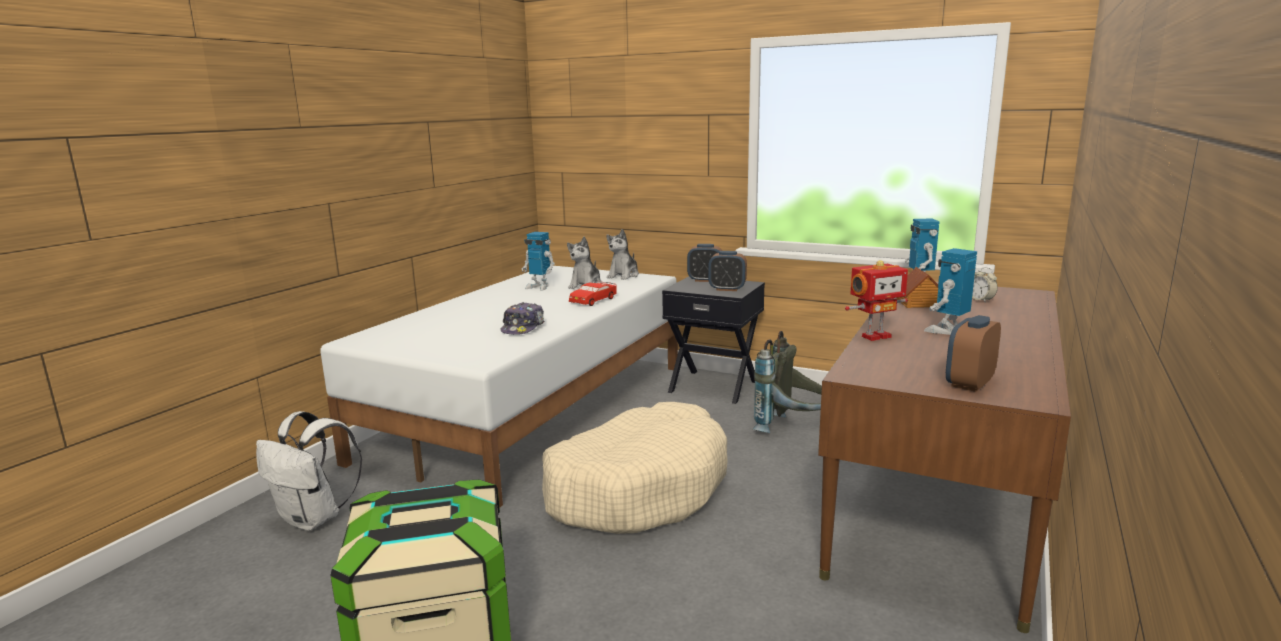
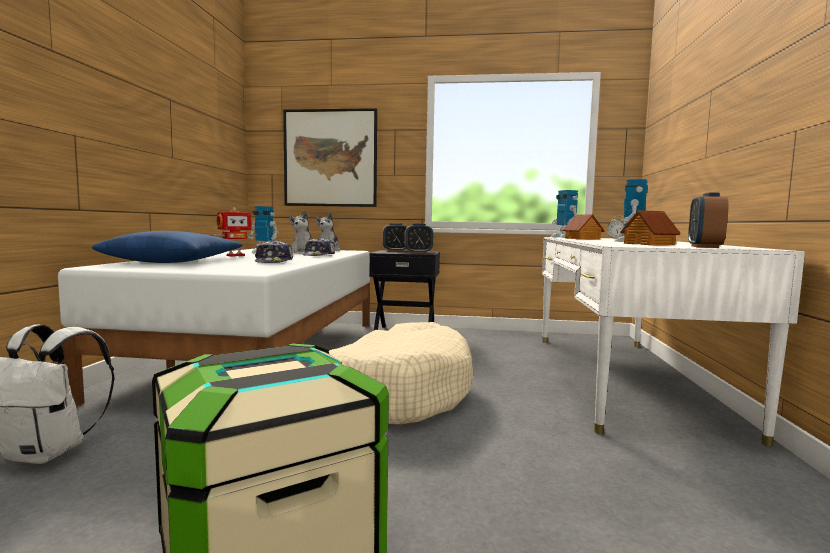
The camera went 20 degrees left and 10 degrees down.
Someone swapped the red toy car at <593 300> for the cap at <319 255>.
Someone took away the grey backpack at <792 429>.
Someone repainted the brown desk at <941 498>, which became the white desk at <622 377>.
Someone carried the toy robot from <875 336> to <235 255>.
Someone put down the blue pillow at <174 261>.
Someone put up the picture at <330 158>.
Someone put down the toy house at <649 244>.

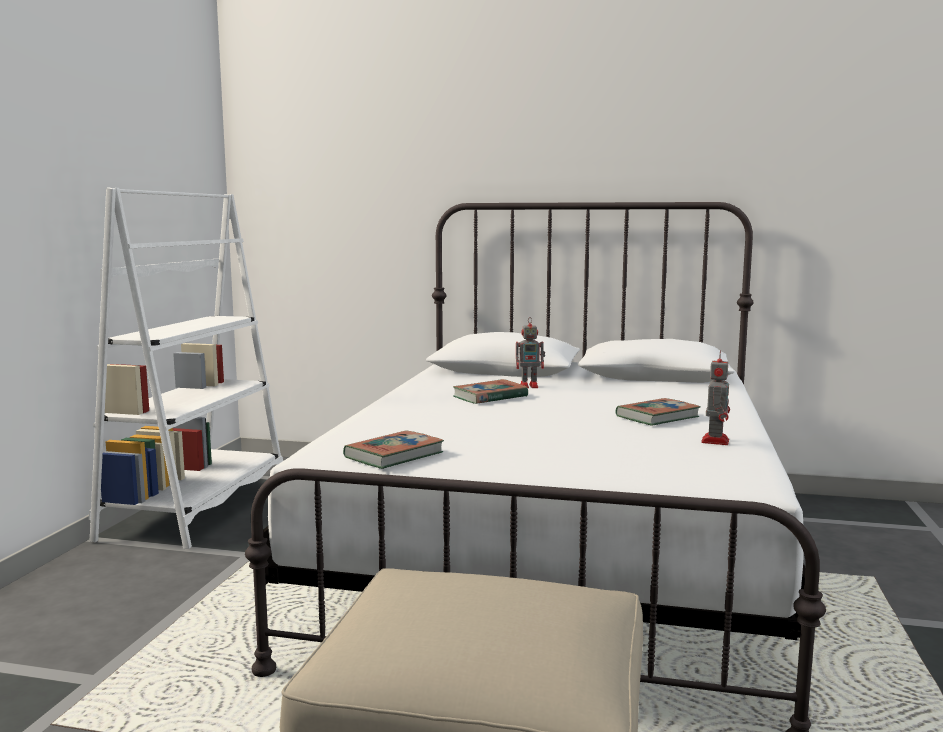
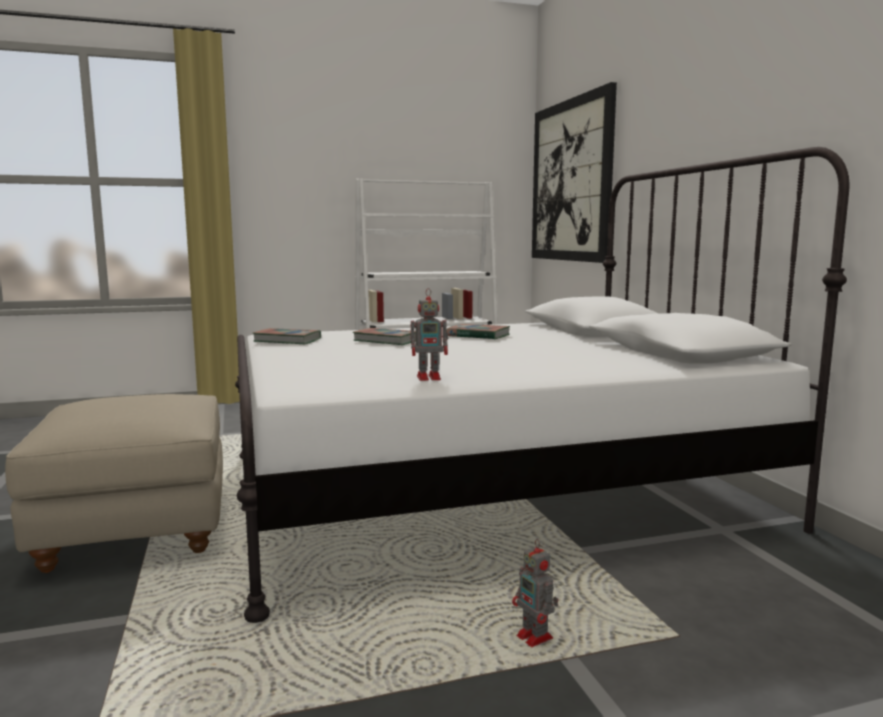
The camera went 60 degrees right and 0 degrees up.
Someone carried the toy robot from <530 386> to <535 638>.
Someone carried the book from <657 417> to <387 341>.
Someone put up the picture at <571 181>.

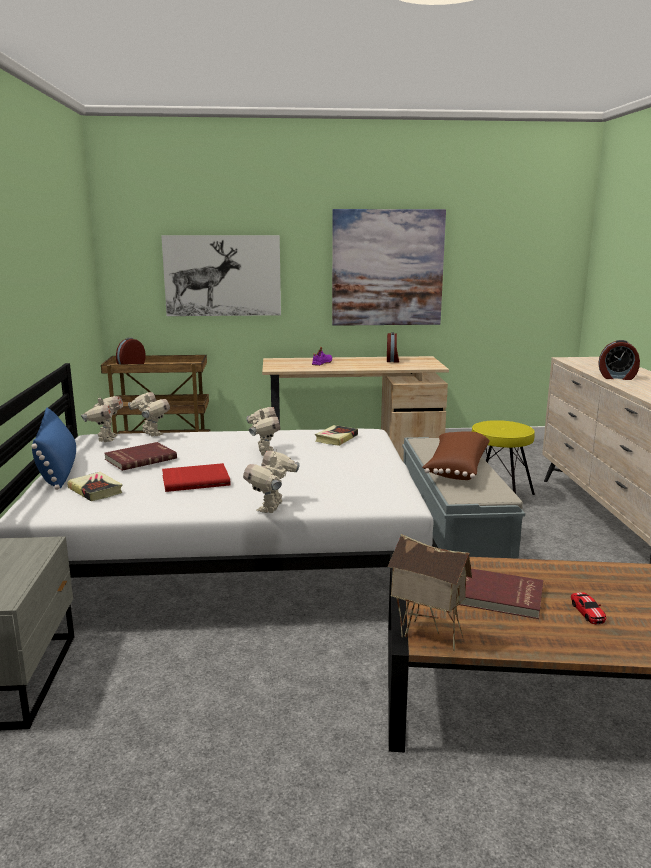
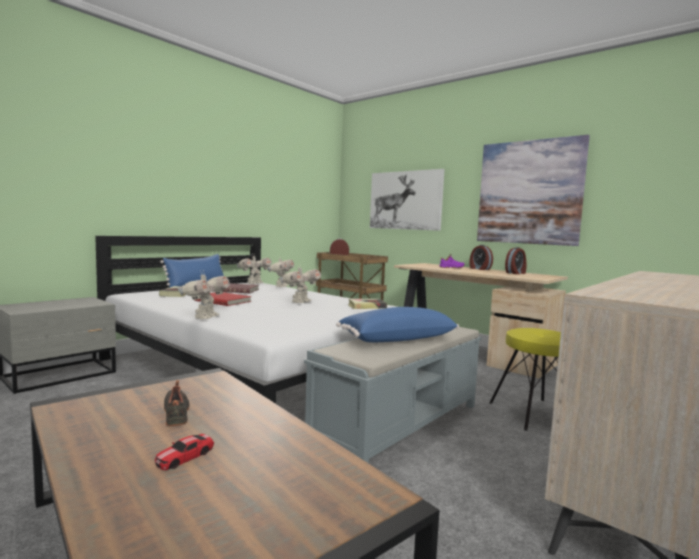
The camera went 45 degrees right and 10 degrees down.
Someone rotated the toy robot at <272 508> by 135 degrees clockwise.
Someone took away the toy house at <426 636>.
Someone repainted the brown pillow at <455 468>, which became the blue pillow at <396 339>.
Someone swapped the red book at <497 596> for the black shoe at <177 413>.
Someone carried the alarm clock from <617 377> to <479 269>.

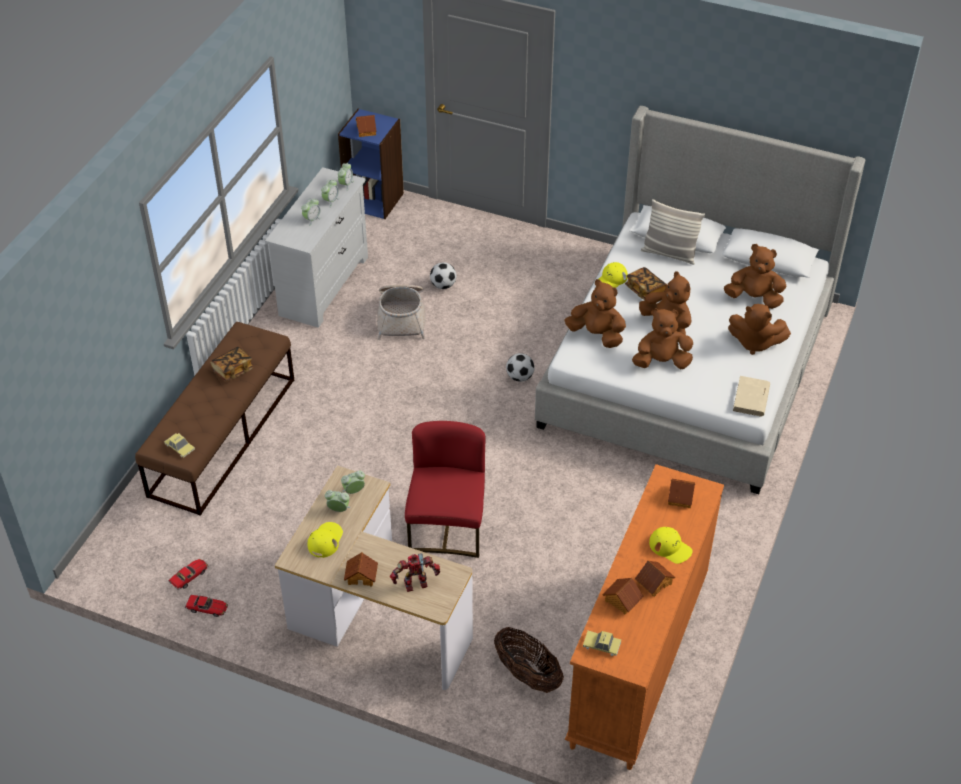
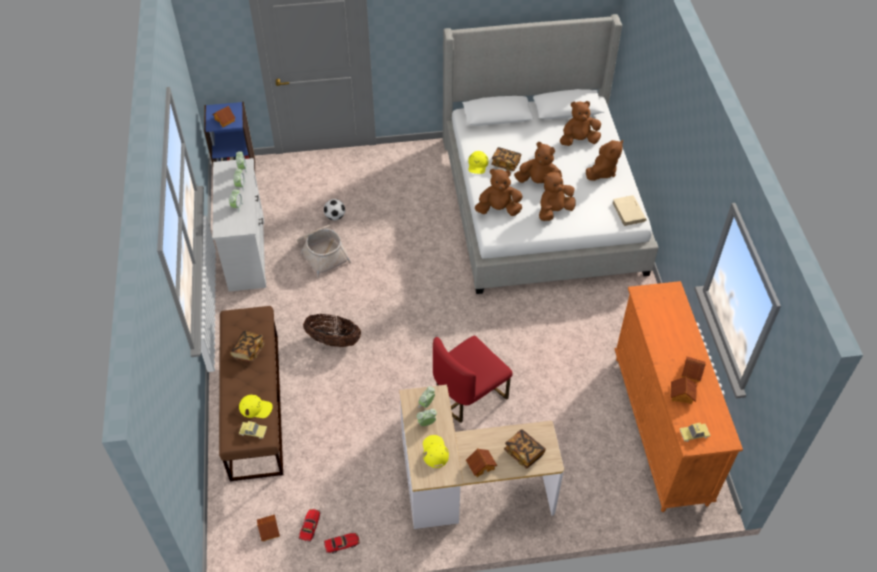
The camera went 30 degrees left and 5 degrees up.
Someone swapped the toy robot at <416 585> for the book at <524 452>.
Someone rotated the red chair at <447 527> by 105 degrees counterclockwise.
Someone carried the basket from <527 674> to <333 340>.
Someone took away the football at <519 377>.
Someone took away the pillow at <669 253>.
Someone carried the yellow cap from <670 547> to <256 408>.
Someone carried the toy house from <681 497> to <269 530>.
Someone rotated the brown plush toy at <754 343> by 45 degrees counterclockwise.

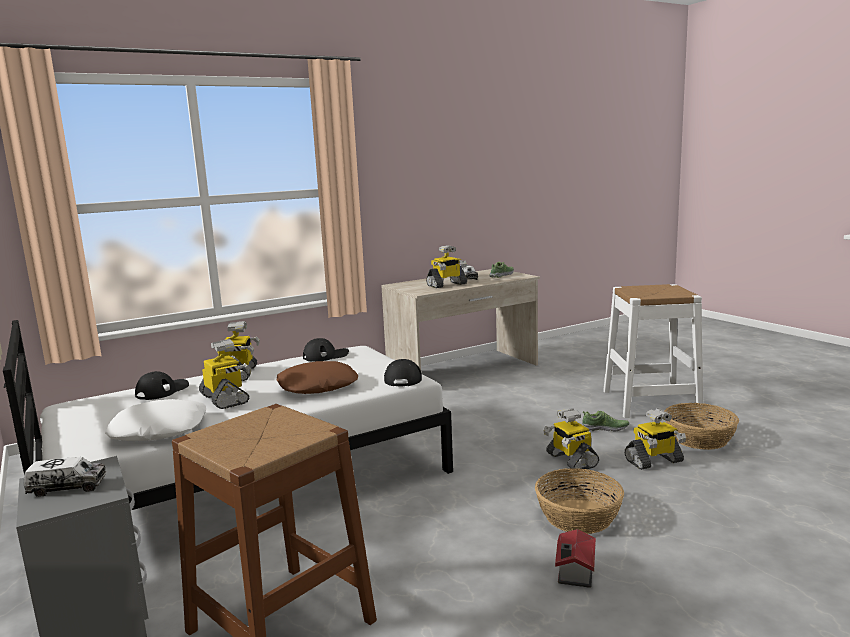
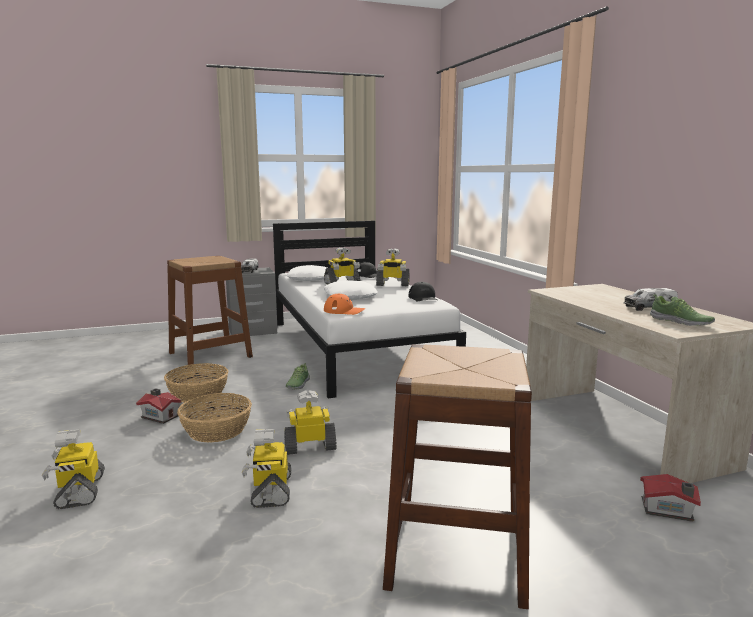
The camera went 100 degrees right and 0 degrees up.
Someone repainted the brown pillow at <317 386>, which became the white pillow at <350 296>.
Someone repainted the black cap at <403 378>, which became the orange cap at <344 310>.
Someone carried the toy robot from <447 285> to <79 491>.
Someone carried the shoe from <605 428> to <297 384>.
Someone repainted the white stool at <650 402>, which became the brown stool at <456 551>.
Someone carried the basket from <699 438> to <198 394>.
Someone put down the toy house at <668 510>.

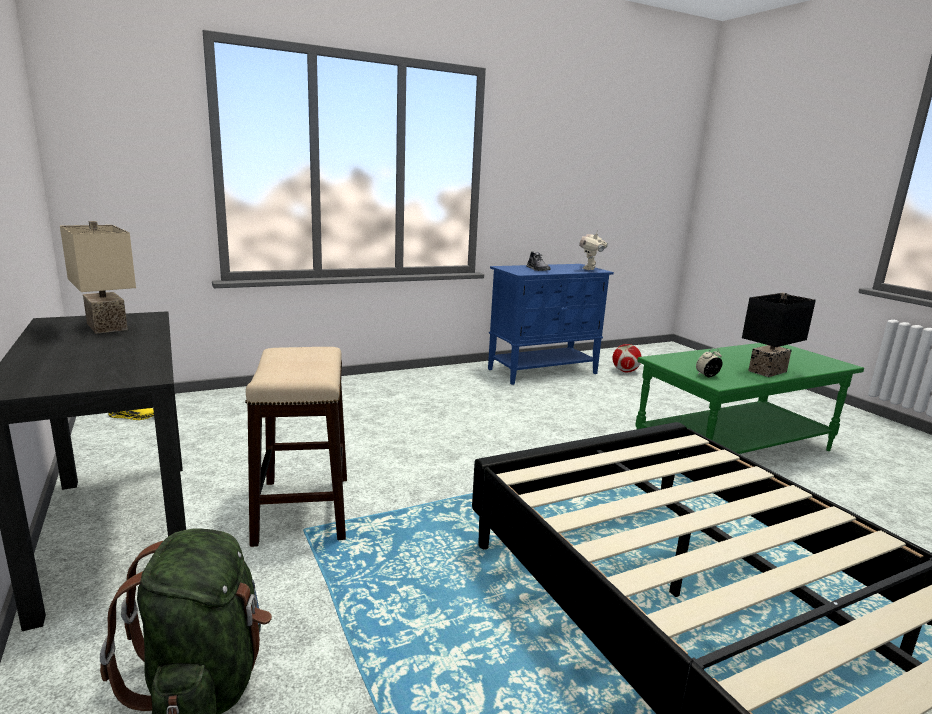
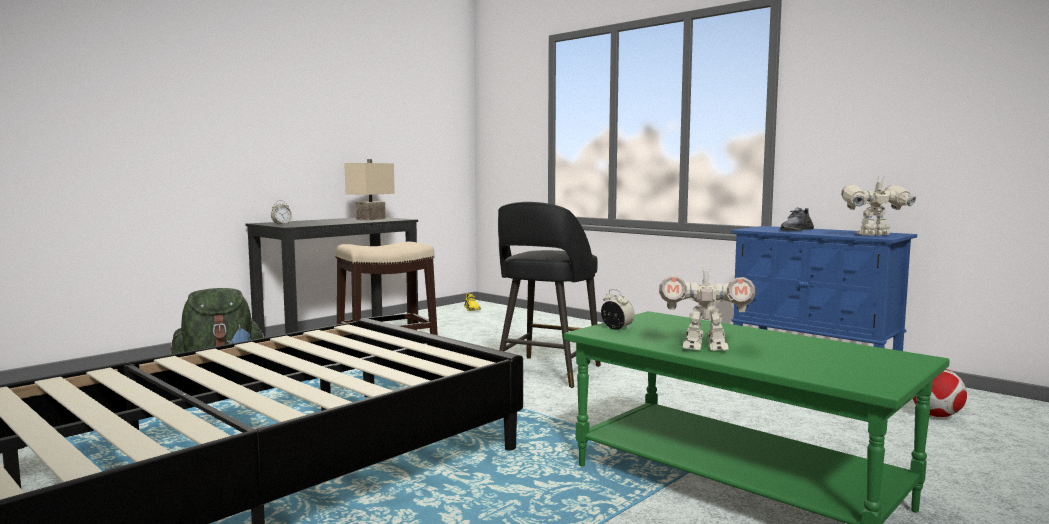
The camera went 70 degrees right and 10 degrees down.
Someone swapped the black table lamp at <766 371> for the toy robot at <704 348>.
Someone put down the alarm clock at <281 224>.
Someone put down the black stool at <547 372>.

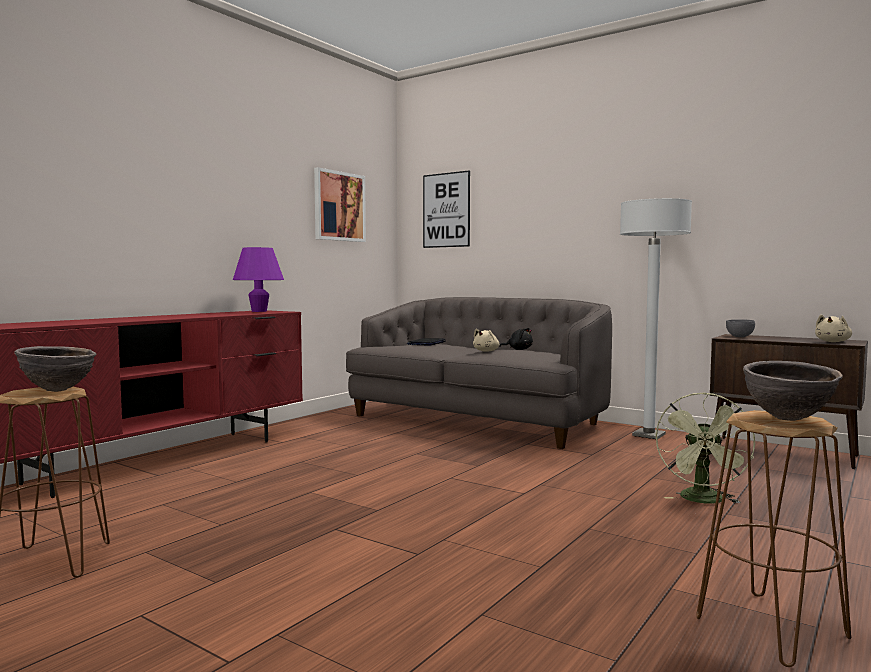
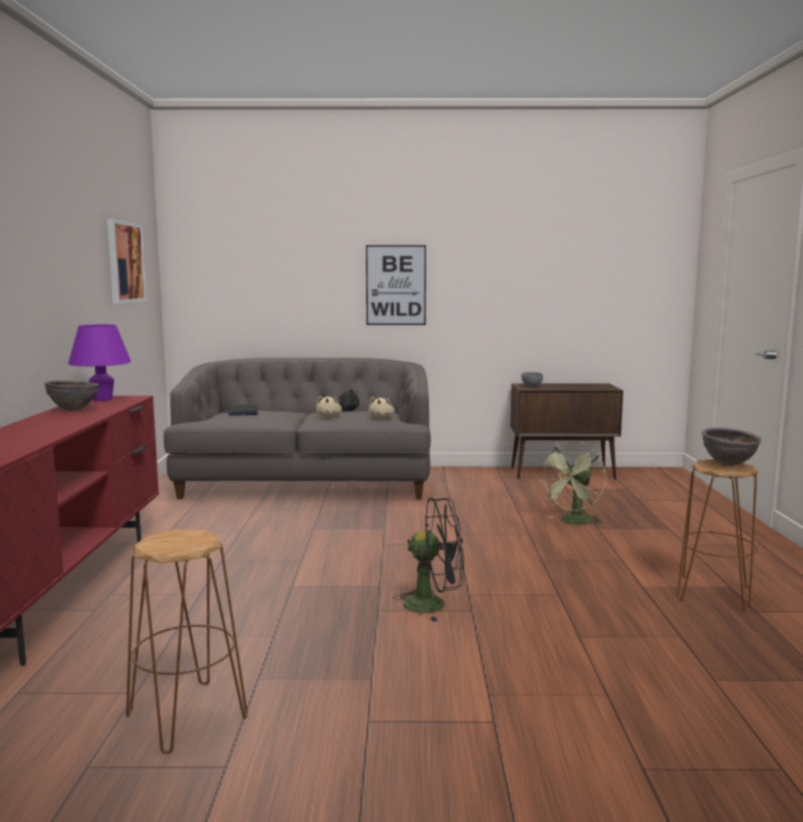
The camera went 35 degrees left and 5 degrees up.
Someone carried the brown bowl from <58 390> to <73 410>.
Someone carried the picture from <446 210> to <396 285>.
Someone took away the white floor lamp at <648 435>.
Someone rotated the green fan at <704 501> by 60 degrees clockwise.
Someone carried the beige plush toy from <833 342> to <381 418>.
Someone put down the black fan at <434 605>.

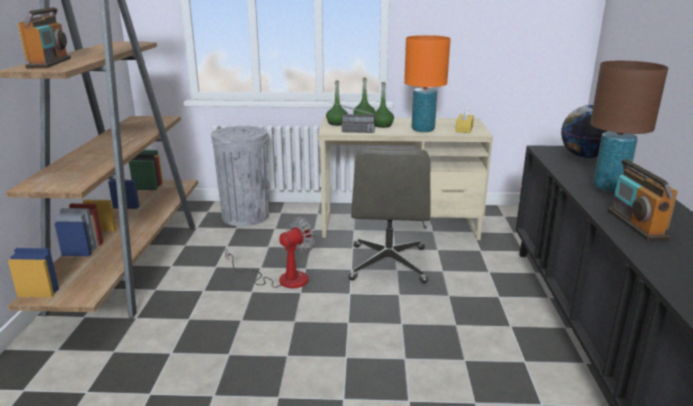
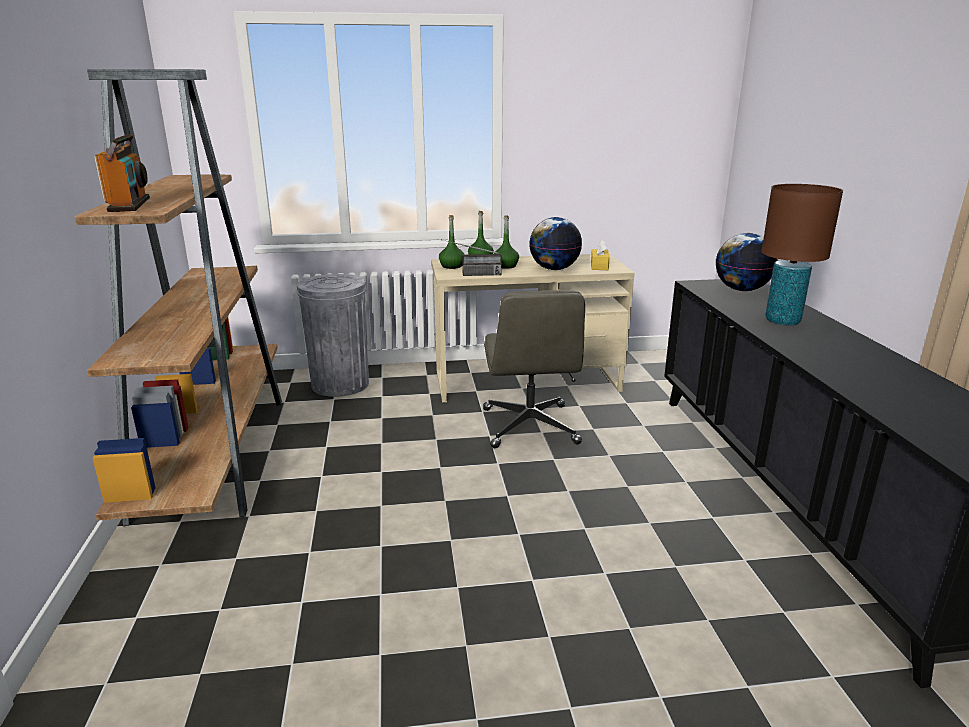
The camera went 10 degrees left and 0 degrees up.
Someone took away the fan at <282 279>.
Someone swapped the orange table lamp at <422 130> for the globe at <554 269>.
Someone took away the radio at <636 224>.

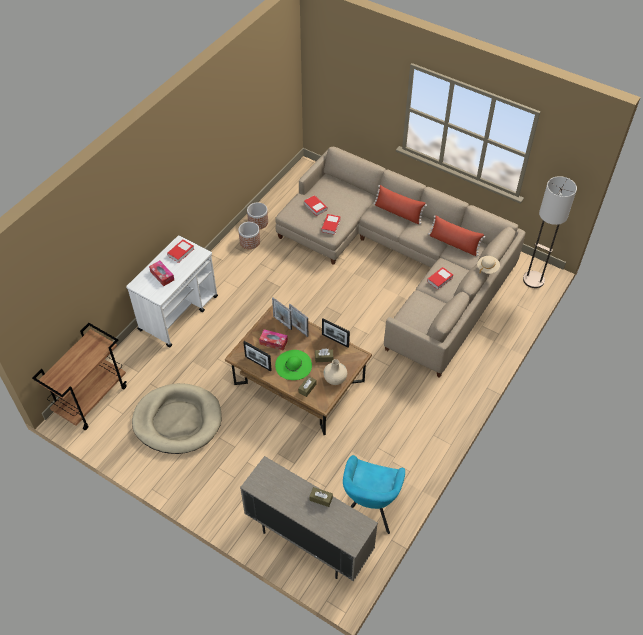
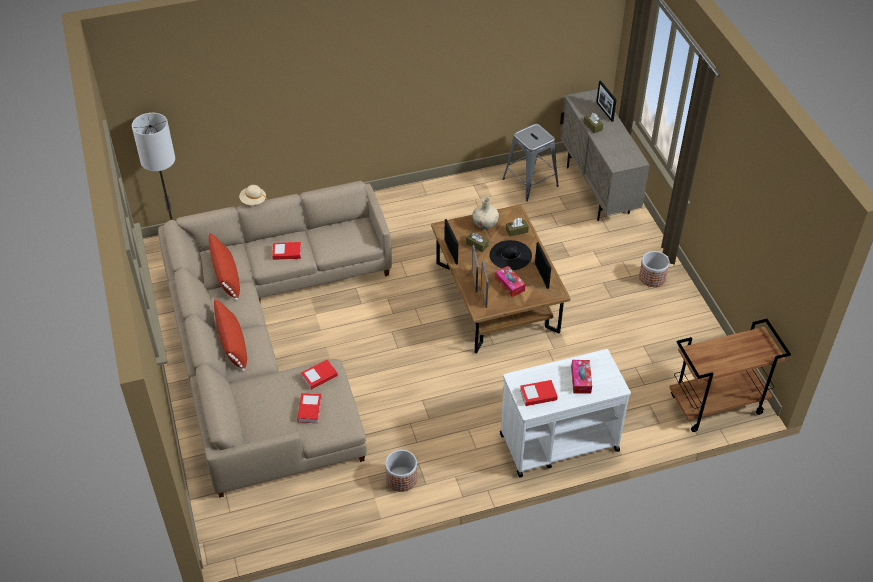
The camera went 140 degrees left and 5 degrees down.
Someone took away the beige dog bed at <178 420>.
Someone carried the planter from <258 222> to <652 277>.
Someone repainted the green hat at <293 365>, which became the black hat at <510 255>.
Someone swapped the turquoise armchair at <369 507> for the grey stool at <530 182>.
Someone put down the picture frame at <604 111>.

